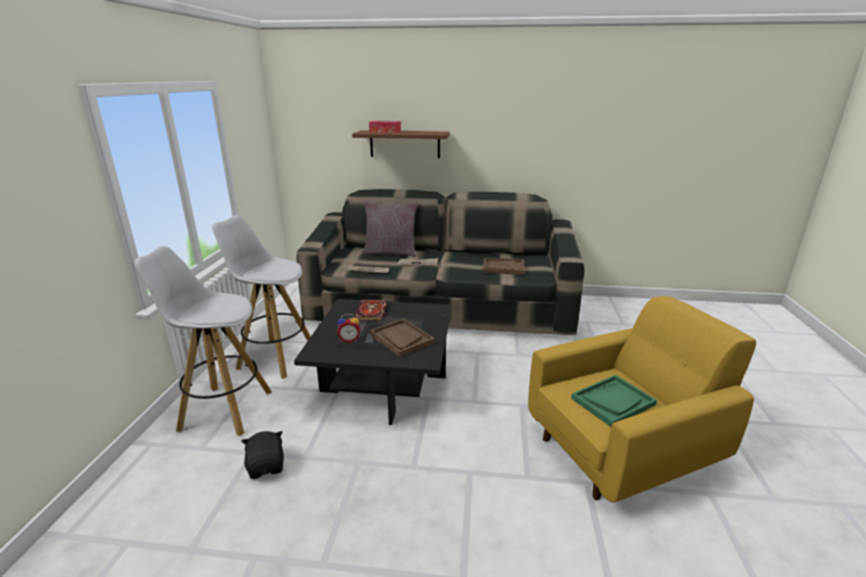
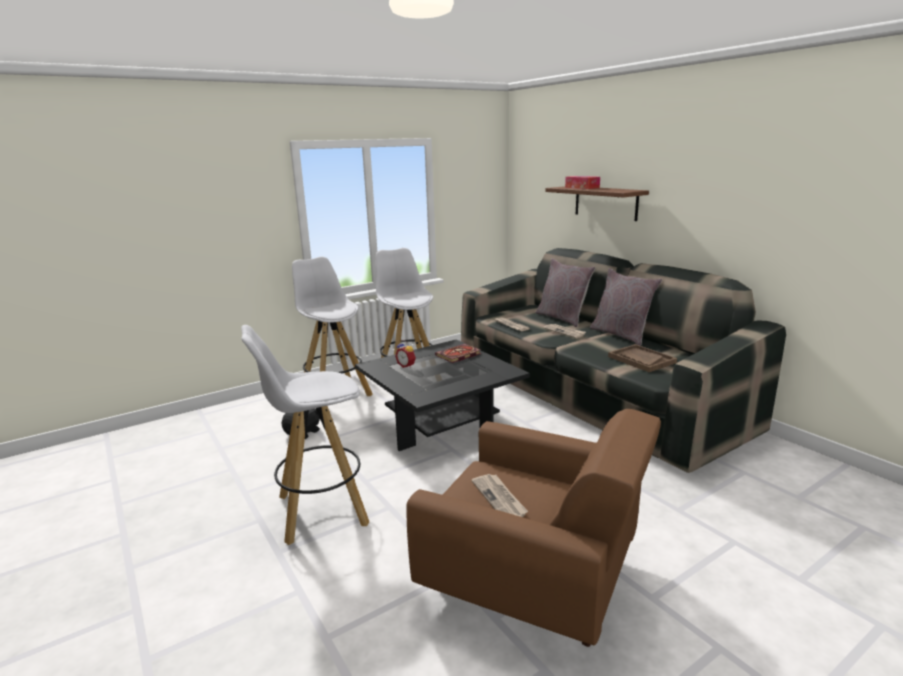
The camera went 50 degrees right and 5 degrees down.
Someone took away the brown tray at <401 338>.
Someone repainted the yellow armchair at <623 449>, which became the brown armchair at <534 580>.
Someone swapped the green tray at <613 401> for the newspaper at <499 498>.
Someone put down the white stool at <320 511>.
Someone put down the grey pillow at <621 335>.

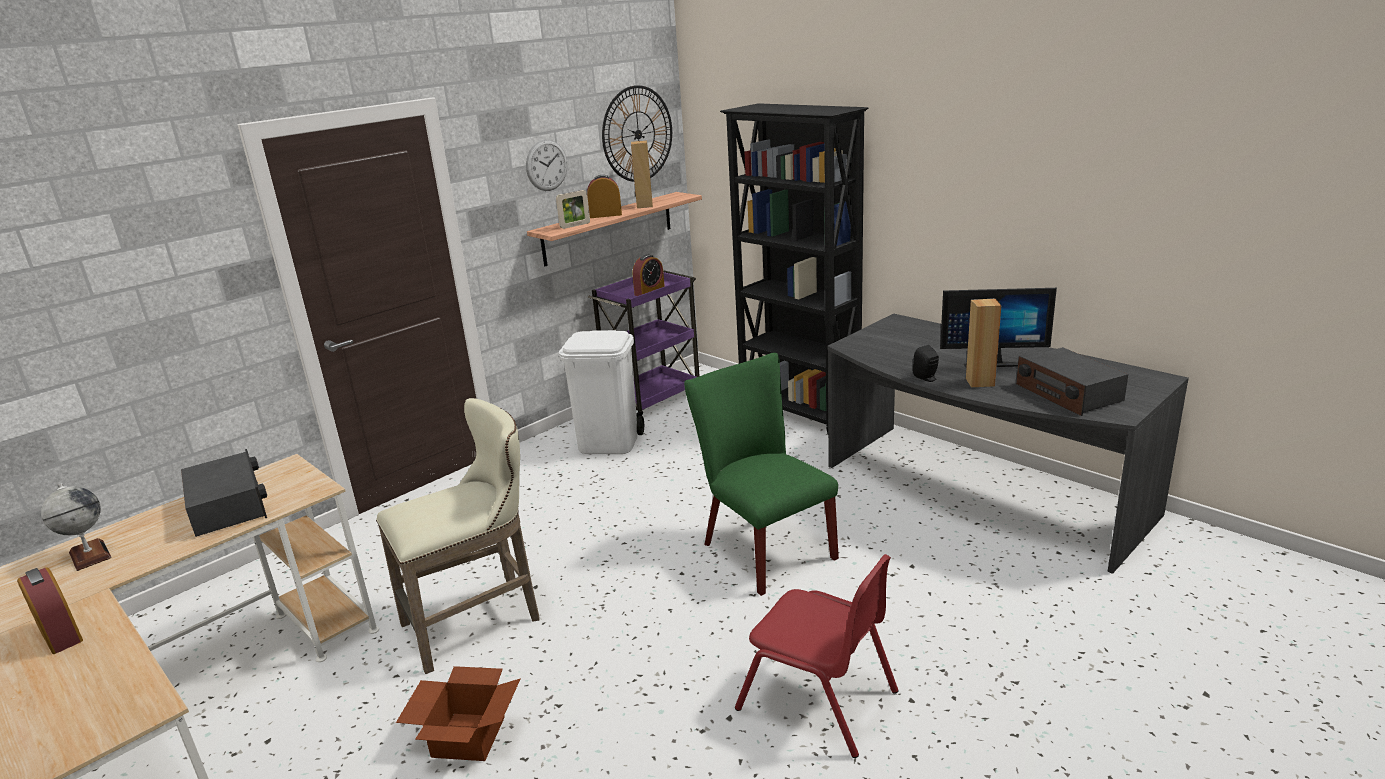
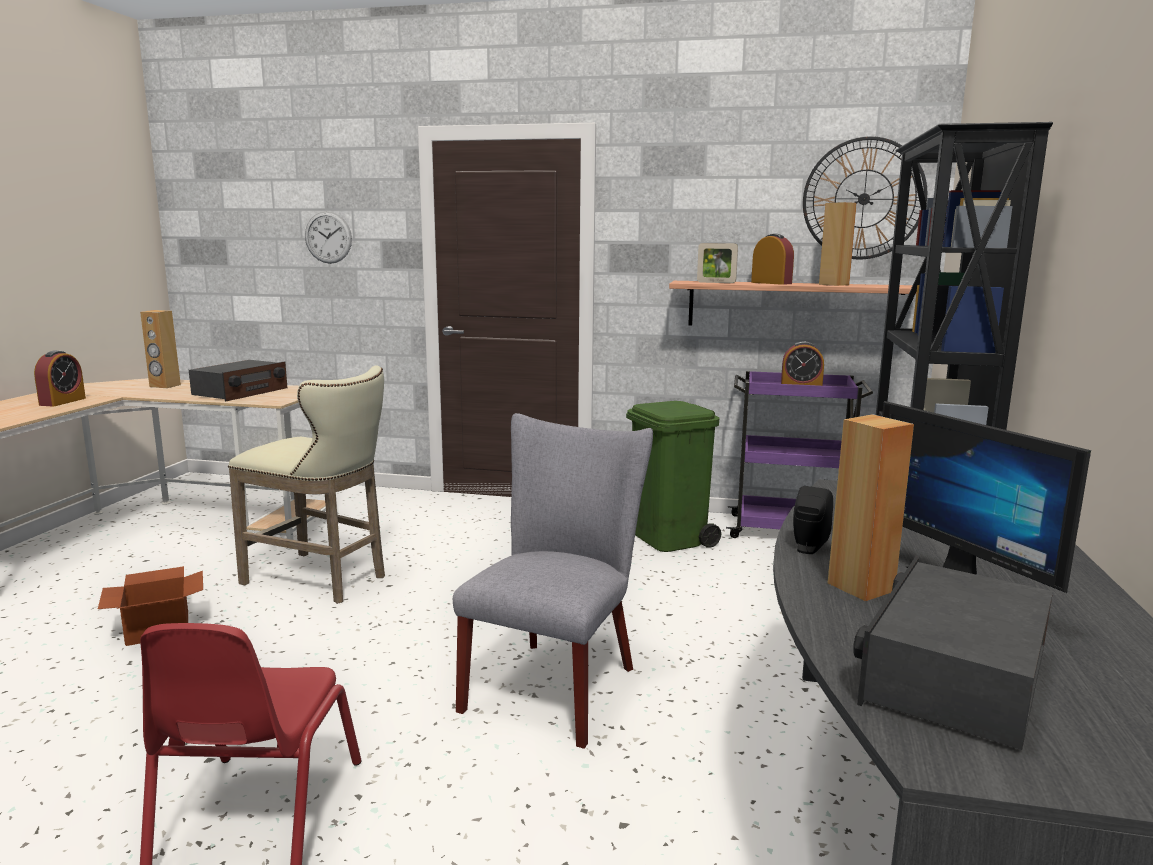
The camera went 55 degrees right and 10 degrees down.
Someone swapped the globe at <90 555> for the brown speaker at <164 386>.
Someone carried the wall clock from <546 165> to <328 237>.
Someone repainted the white trash can at <609 443>, which became the green trash can at <669 539>.
Someone repainted the green chair at <762 548>, which became the grey chair at <557 683>.

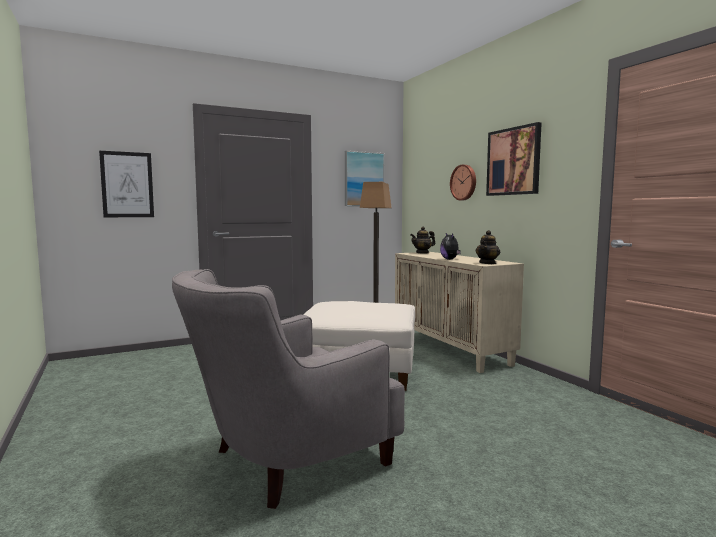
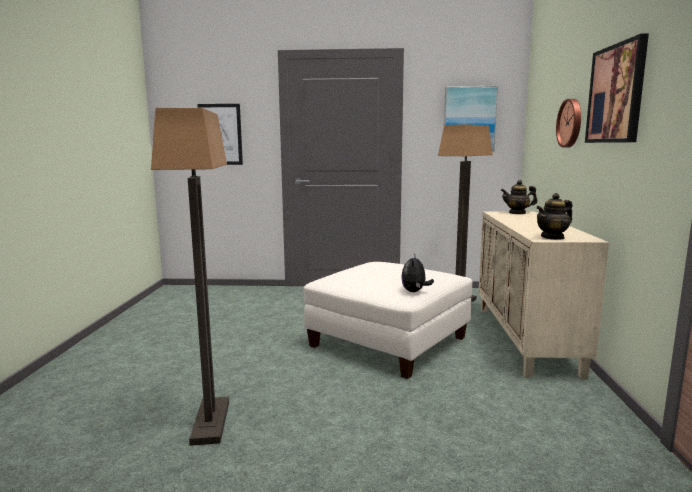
The camera went 30 degrees right and 5 degrees up.
Someone swapped the grey armchair at <287 460> for the floor lamp at <210 422>.
Someone carried the plush toy from <450 259> to <415 291>.

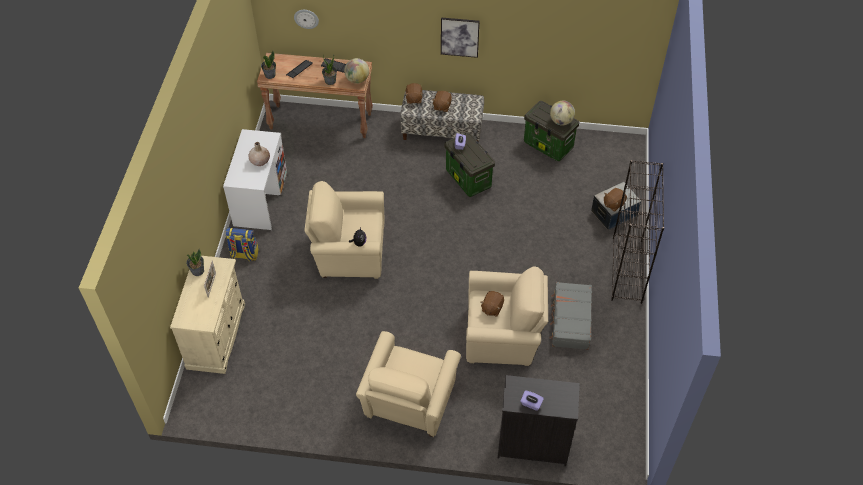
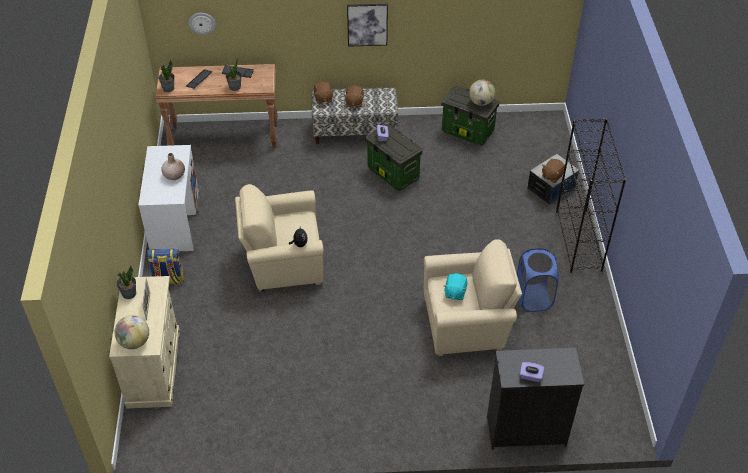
The camera went 10 degrees left and 5 degrees down.
Someone carried the globe from <357 80> to <134 342>.
Someone took away the beige armchair at <408 404>.
Someone repainted the brown plush toy at <492 308>, which became the turquoise plush toy at <455 292>.
Someone swapped the grey suitcase at <570 320> for the blue laundry basket at <533 298>.

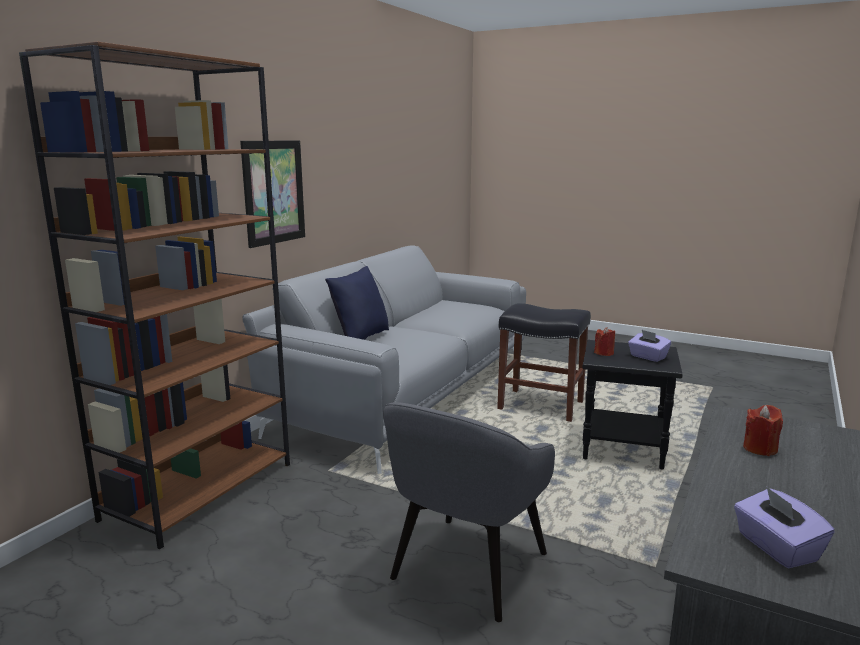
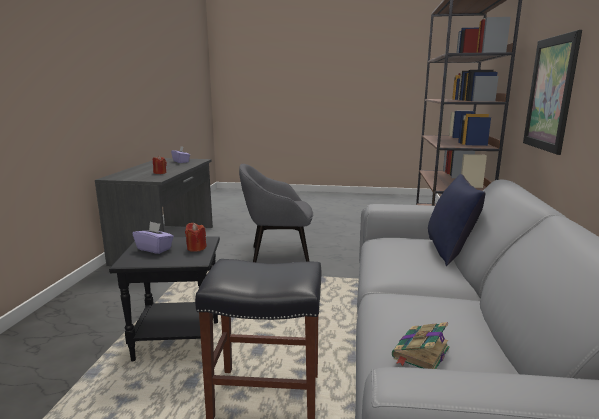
The camera went 160 degrees right and 0 degrees up.
Someone rotated the grey armchair at <468 568> by 105 degrees counterclockwise.
Someone put down the book at <420 353>.

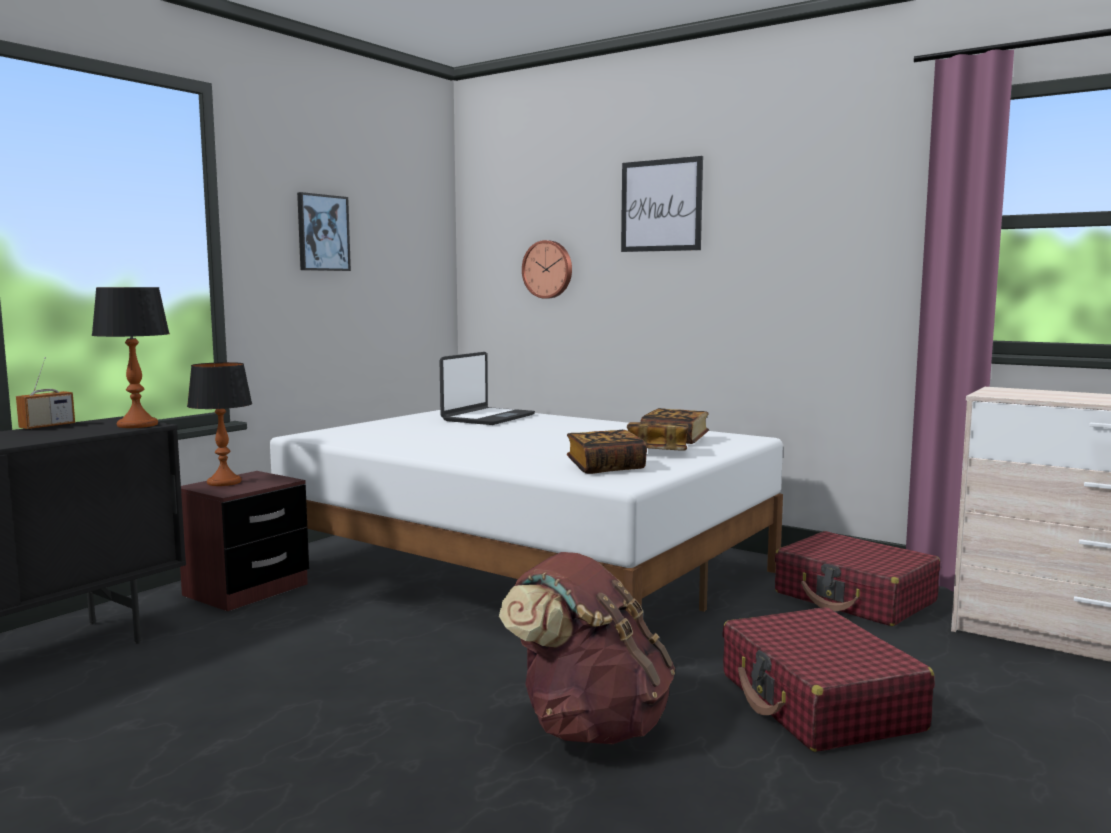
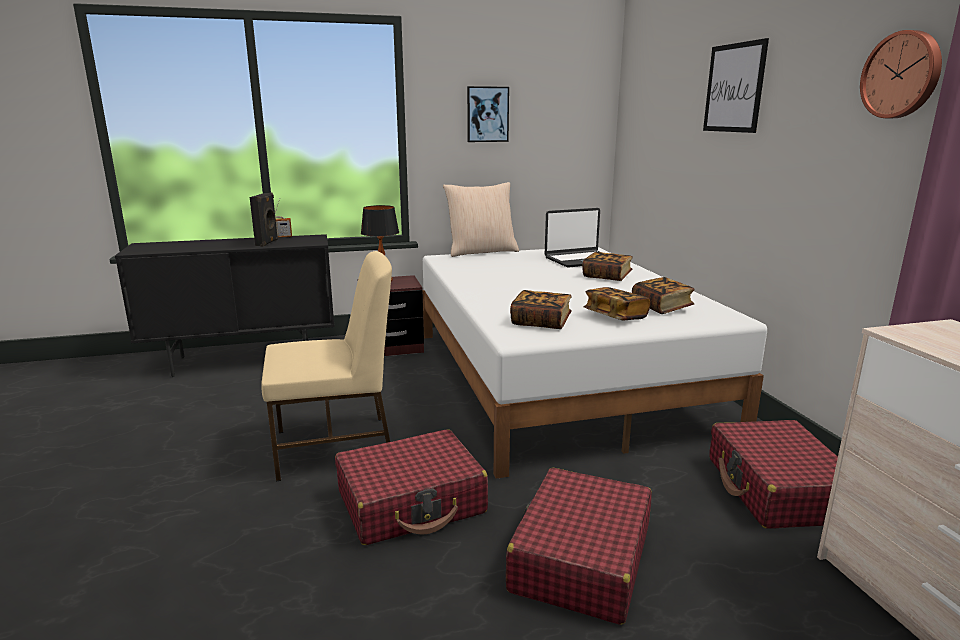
The camera went 40 degrees right and 10 degrees up.
Someone took away the table lamp at <137 425>.
Someone swapped the brown backpack at <589 726> for the red suitcase at <412 502>.
Someone carried the wall clock from <548 269> to <902 75>.
Someone put down the black speaker at <267 243>.
Someone put down the beige chair at <336 447>.
Someone put down the beige pillow at <481 252>.
Someone put down the book at <607 276>.

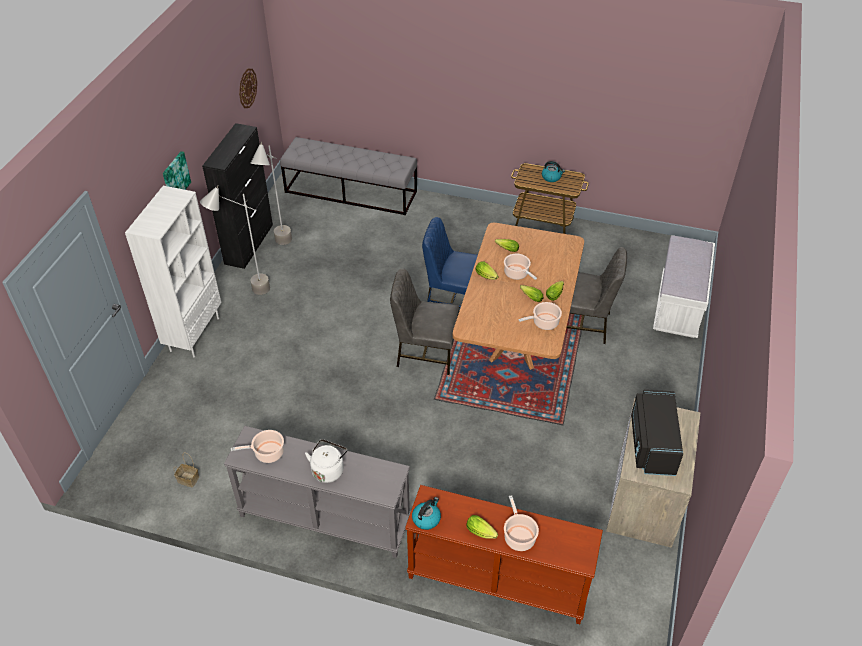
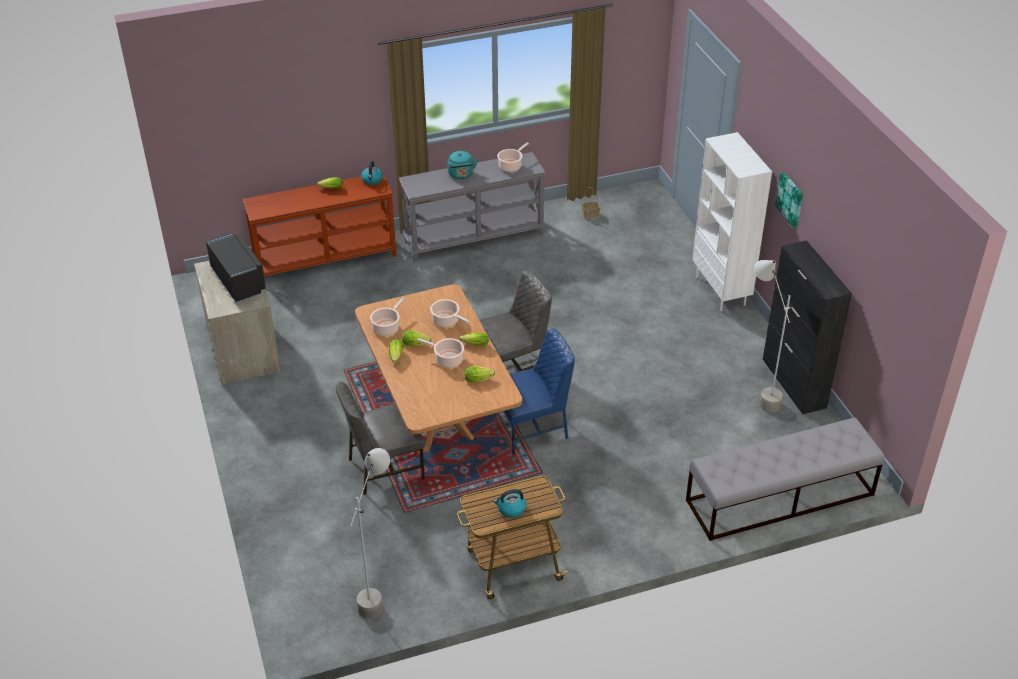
The camera went 145 degrees right and 5 degrees down.
Someone carried the grey floor lamp from <247 294> to <378 592>.
Someone took away the wall clock at <247 88>.
Someone repainted the white kettle at <328 470>, which became the turquoise kettle at <461 175>.
Someone carried the cooking pot from <519 536> to <446 321>.
Someone took away the white bench at <678 306>.

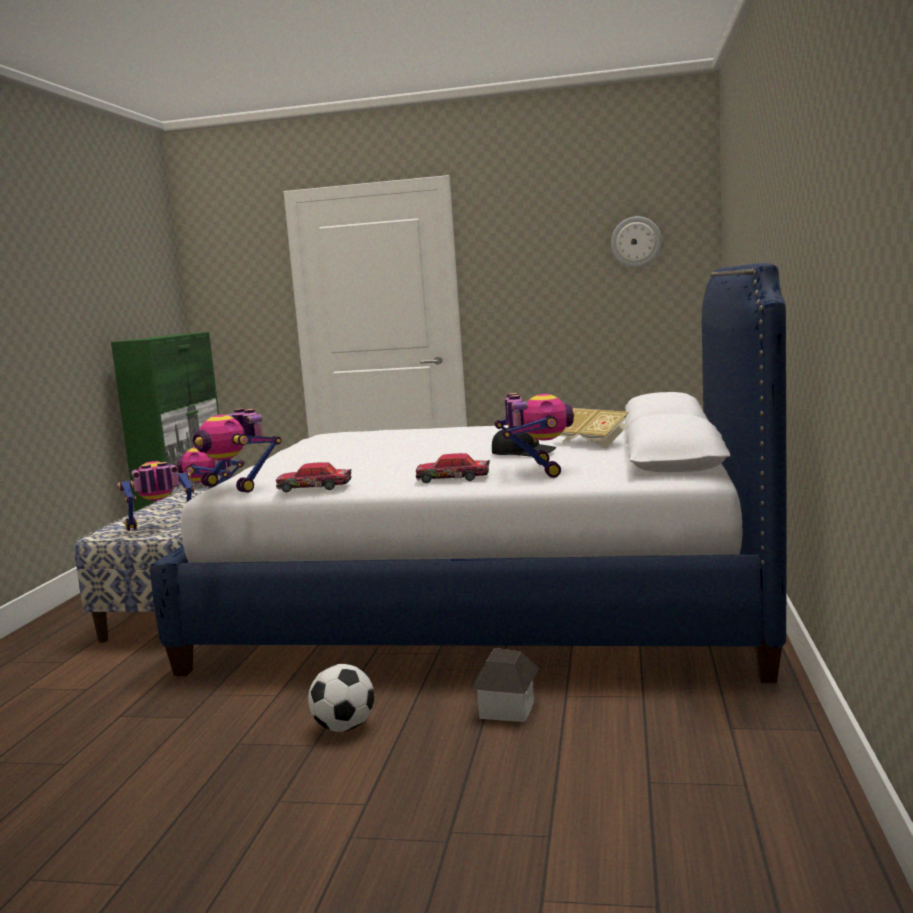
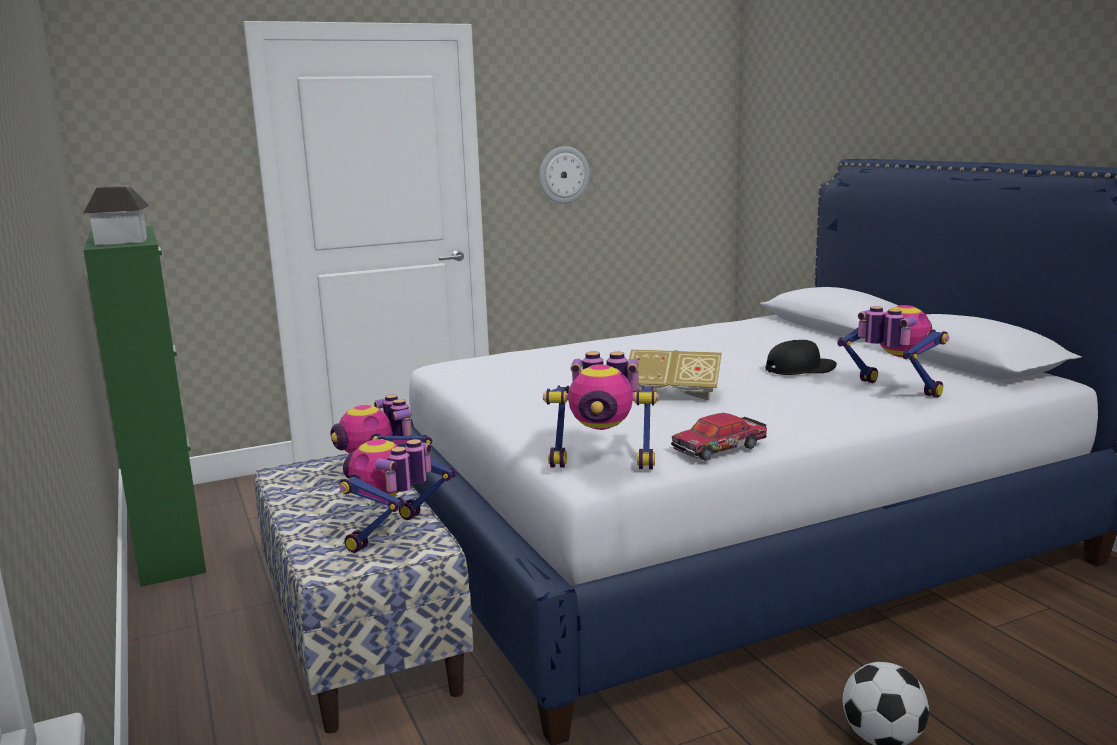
The camera went 35 degrees left and 5 degrees up.
Someone took away the toy car at <453 478>.
Someone carried the toy house from <507 709> to <122 241>.
Someone carried the book from <591 443> to <672 394>.
Someone carried the wall clock from <636 242> to <563 175>.

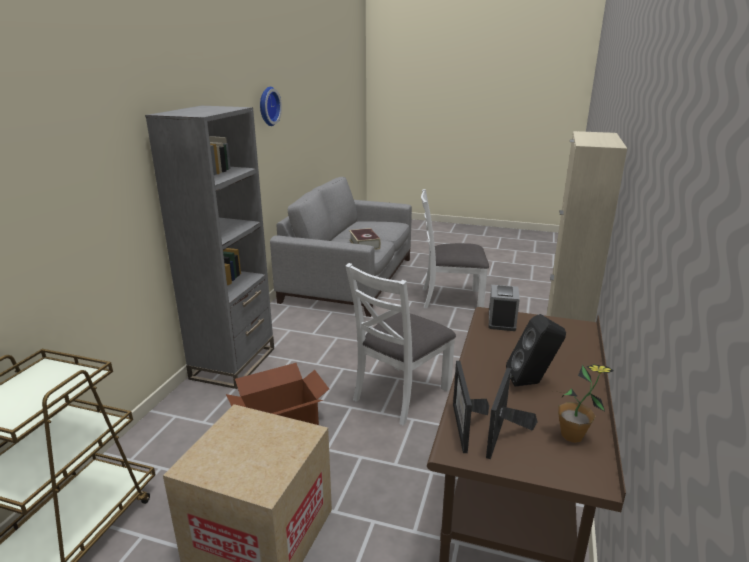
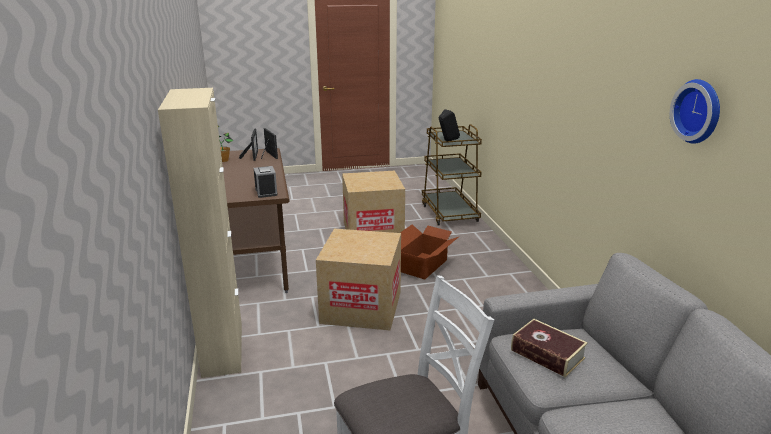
The camera went 150 degrees right and 0 degrees up.
Someone took away the grey bookcase at <233 363>.
Someone swapped the white chair at <400 393> for the cardboard box at <361 307>.
Someone carried the black speaker from <532 383> to <447 141>.

